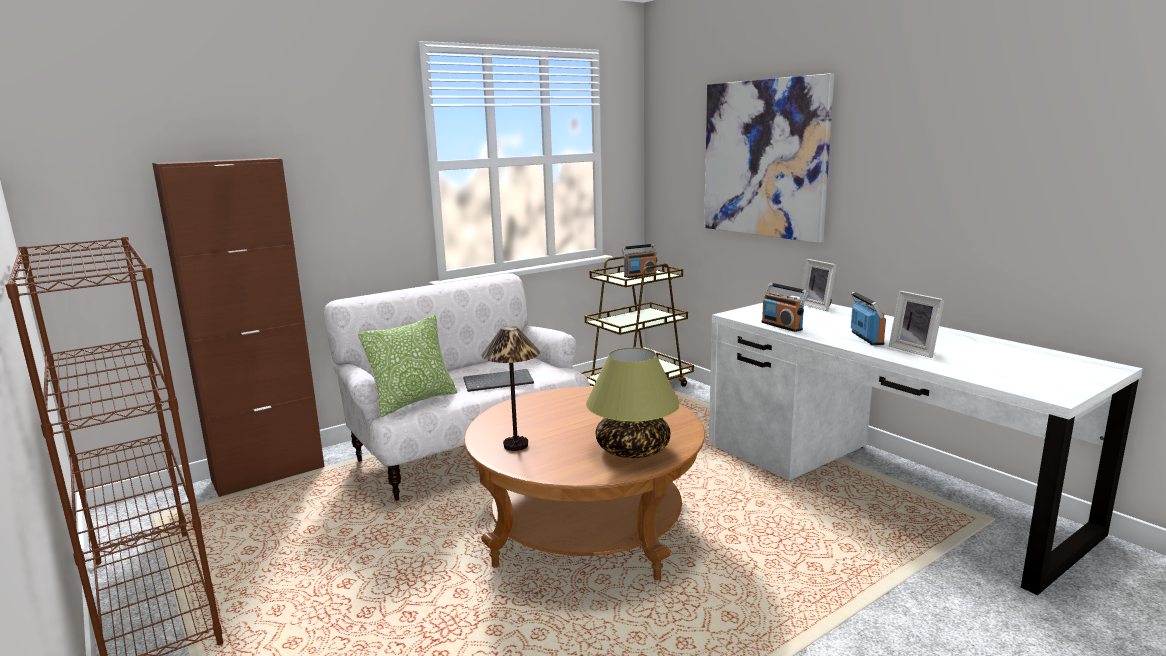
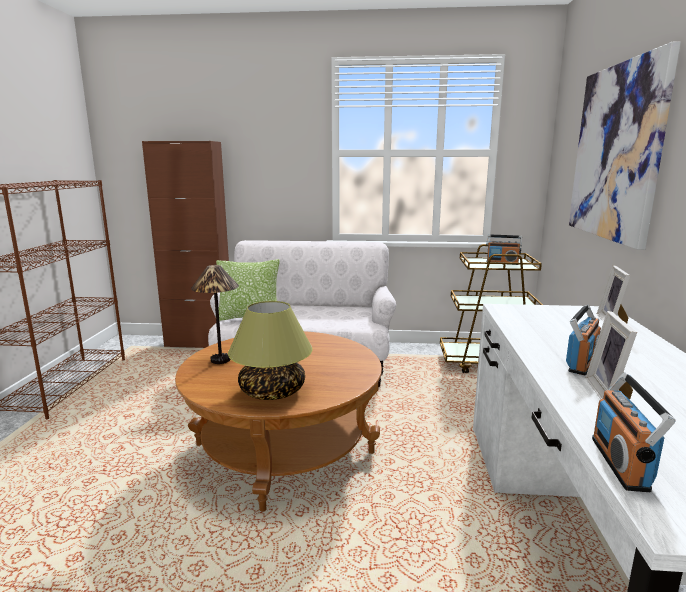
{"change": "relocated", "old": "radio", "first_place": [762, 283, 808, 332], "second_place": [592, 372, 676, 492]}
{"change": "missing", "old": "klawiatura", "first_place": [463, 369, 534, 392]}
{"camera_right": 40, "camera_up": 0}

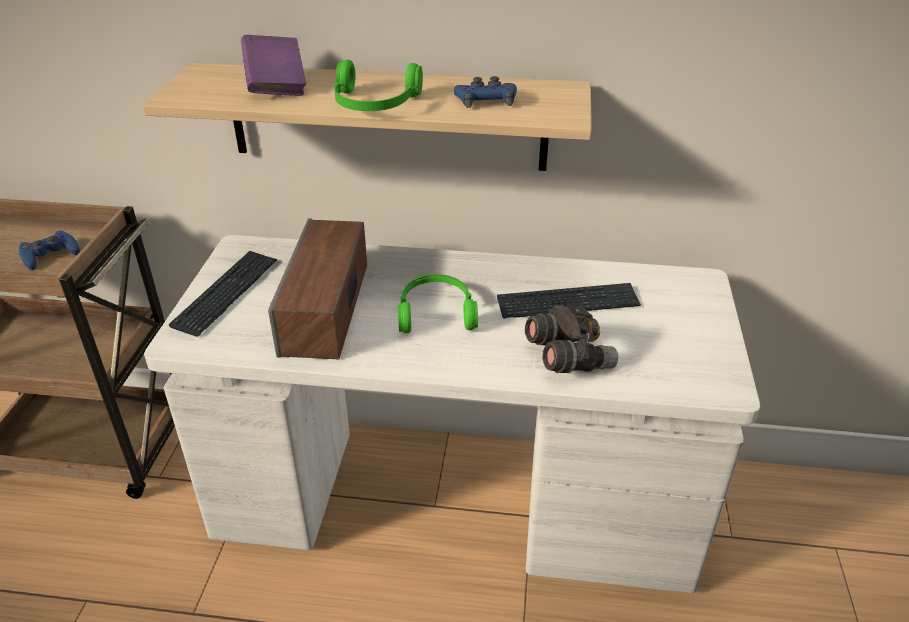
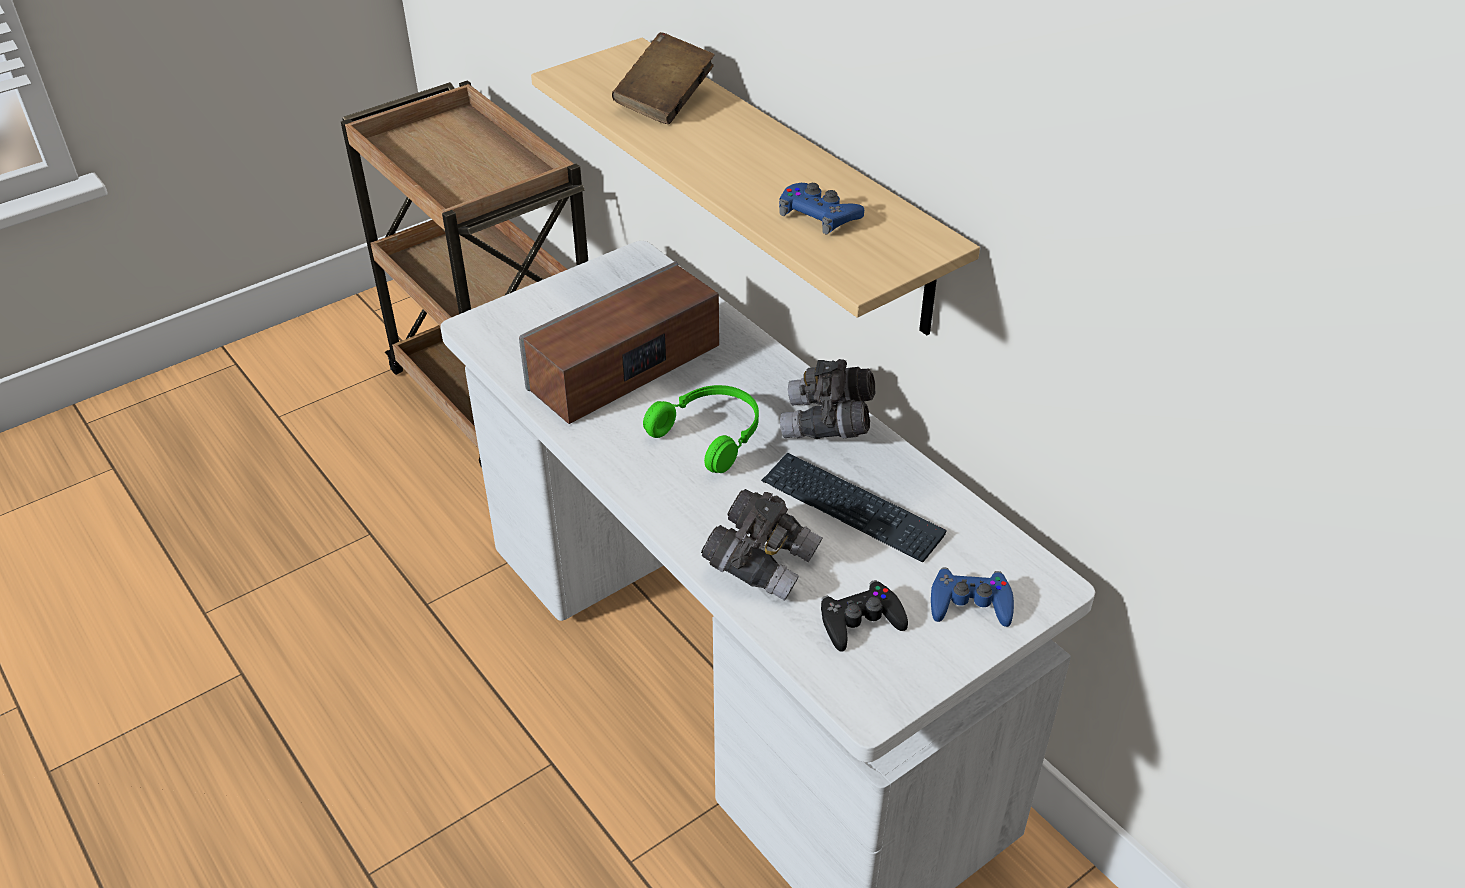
{"change": "colour", "old": "książka [fioletowy]", "new": "książka [brązowy]", "first_place": [241, 35, 306, 96], "second_place": [612, 32, 715, 124]}
{"change": "appeared", "new": "lornetka [szary]", "second_place": [780, 359, 875, 439]}
{"change": "appeared", "new": "pad do gier [czarny]", "second_place": [821, 580, 908, 652]}
{"change": "relocated", "old": "pad do gier [niebieski]", "first_place": [19, 231, 80, 270], "second_place": [931, 568, 1014, 627]}
{"change": "missing", "old": "klawiatura", "first_place": [169, 251, 277, 337]}
{"change": "missing", "old": "słuchawki [zielony]", "first_place": [334, 59, 423, 111]}
{"camera_right": 45, "camera_up": 5}

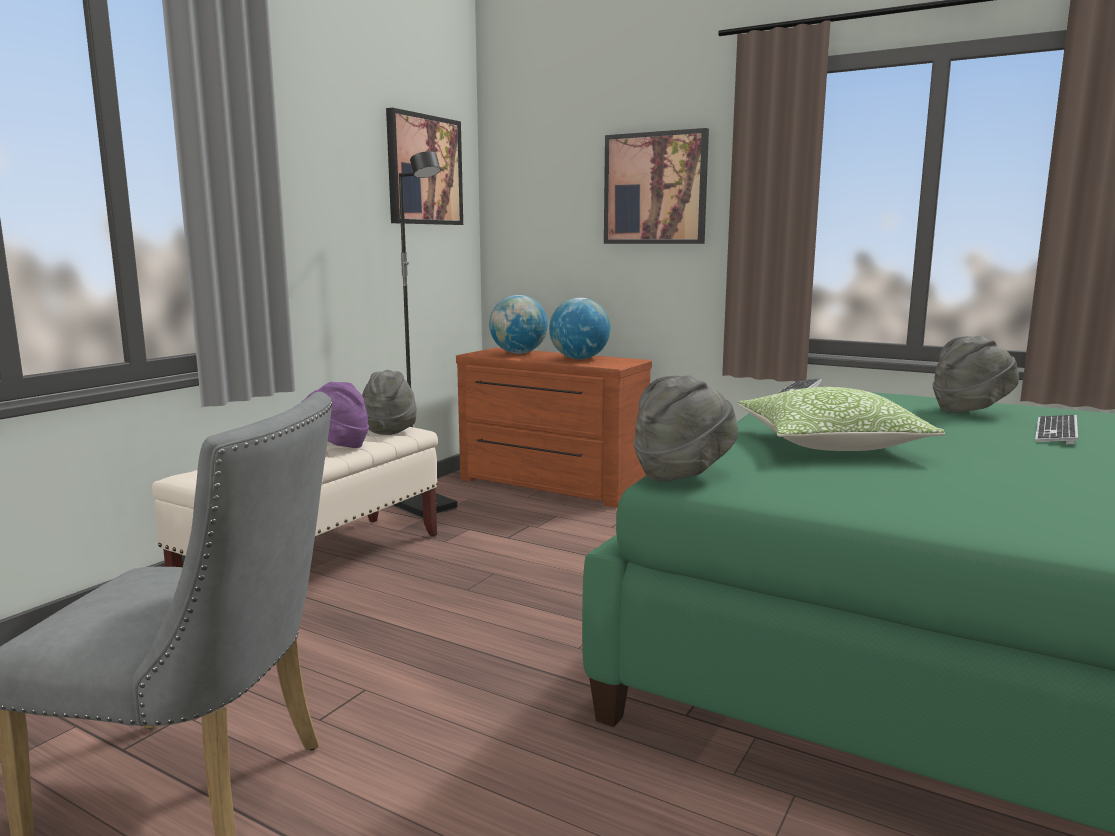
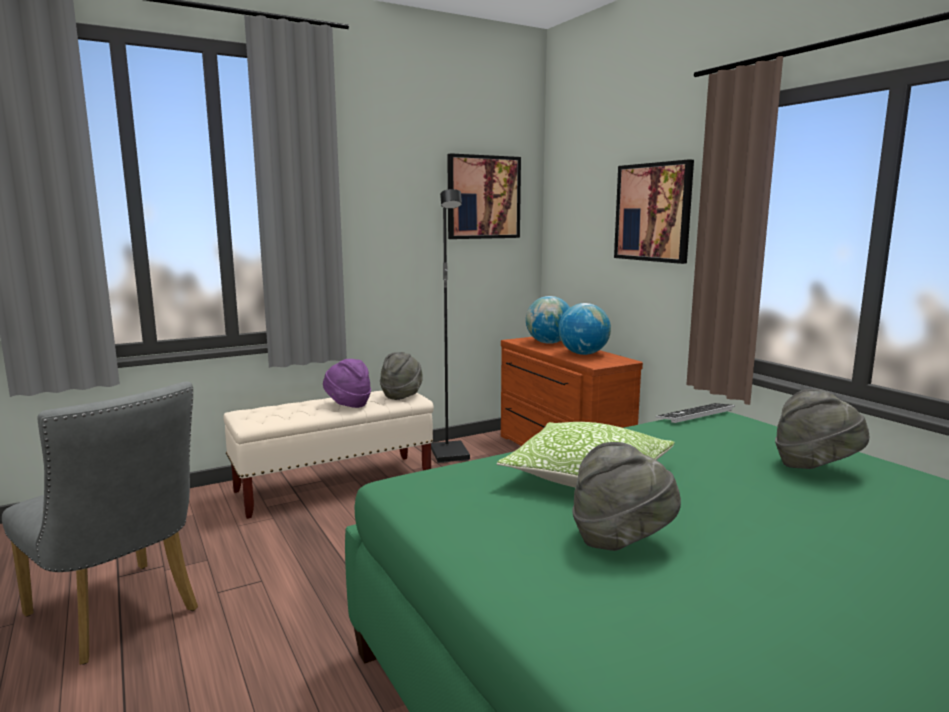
{"change": "relocated", "old": "kapelusz [szary]", "first_place": [634, 375, 738, 481], "second_place": [572, 442, 681, 551]}
{"change": "missing", "old": "klawiatura", "first_place": [1035, 415, 1078, 444]}
{"camera_right": 30, "camera_up": 0}

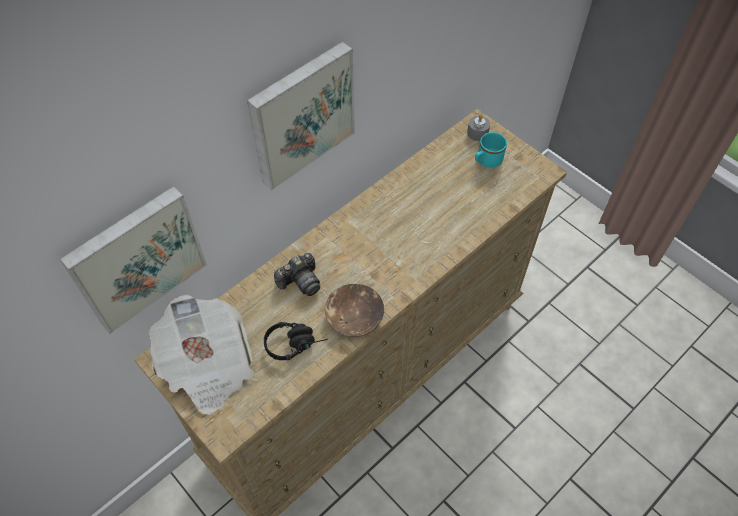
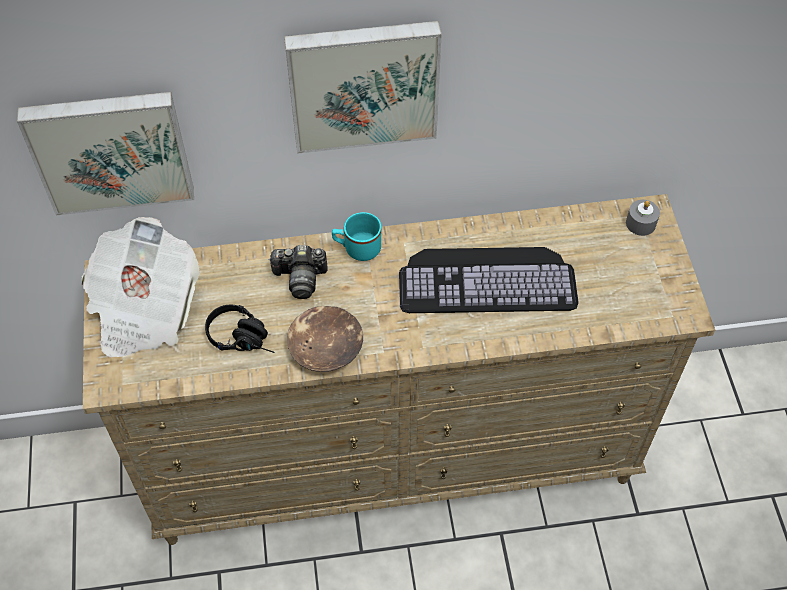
{"change": "relocated", "old": "kubek [turkusowy]", "first_place": [475, 132, 507, 168], "second_place": [332, 212, 382, 261]}
{"change": "appeared", "new": "klawiatura", "second_place": [399, 247, 579, 313]}
{"camera_right": 35, "camera_up": 0}

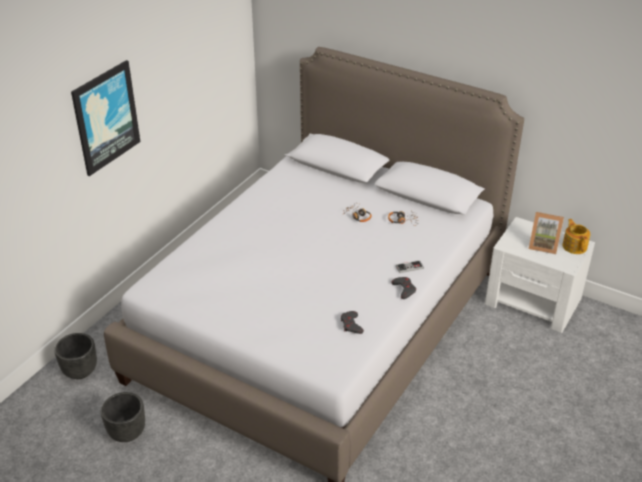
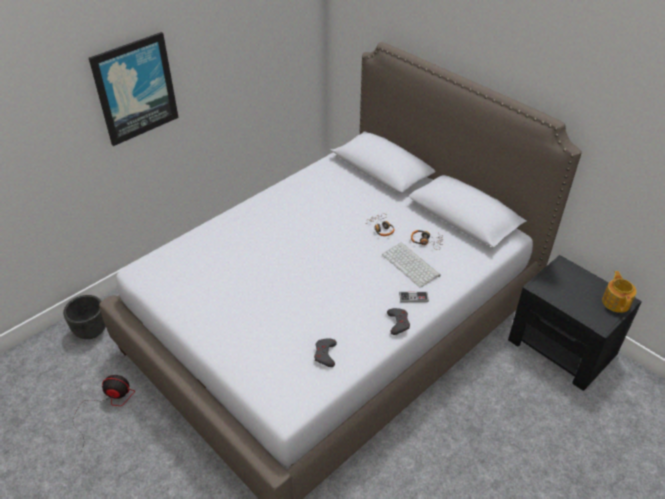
{"change": "exchanged", "old": "donica [czarny]", "new": "wentylator", "first_place": [101, 392, 145, 442], "second_place": [72, 375, 135, 451]}
{"change": "appeared", "new": "klawiatura", "second_place": [382, 242, 441, 288]}
{"change": "colour", "old": "szafka nocna [biały]", "new": "szafka nocna [czarny]", "first_place": [485, 217, 595, 333], "second_place": [508, 255, 642, 391]}
{"change": "missing", "old": "ramka na zdjęcie", "first_place": [529, 212, 564, 254]}
{"camera_right": 15, "camera_up": 5}

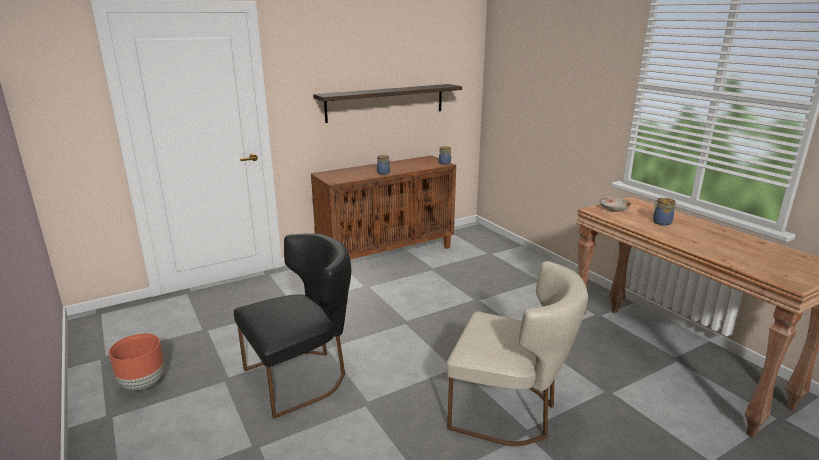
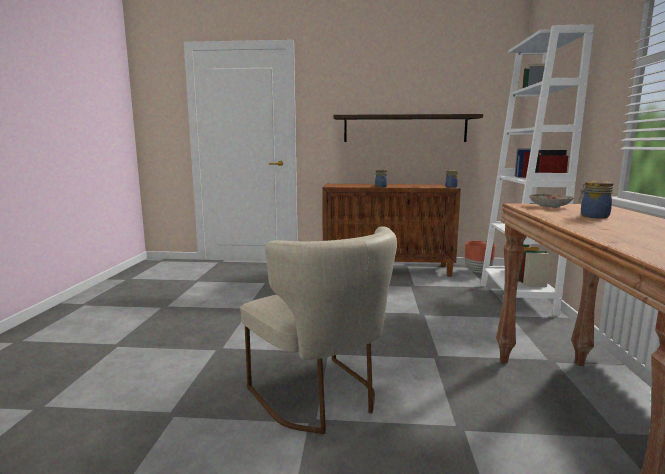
{"change": "relocated", "old": "donica [brązowy]", "first_place": [109, 334, 164, 391], "second_place": [465, 241, 495, 273]}
{"change": "appeared", "new": "regał [biały]", "second_place": [480, 24, 594, 316]}
{"change": "missing", "old": "krzesło [czarny]", "first_place": [234, 233, 351, 419]}
{"camera_right": 35, "camera_up": -10}

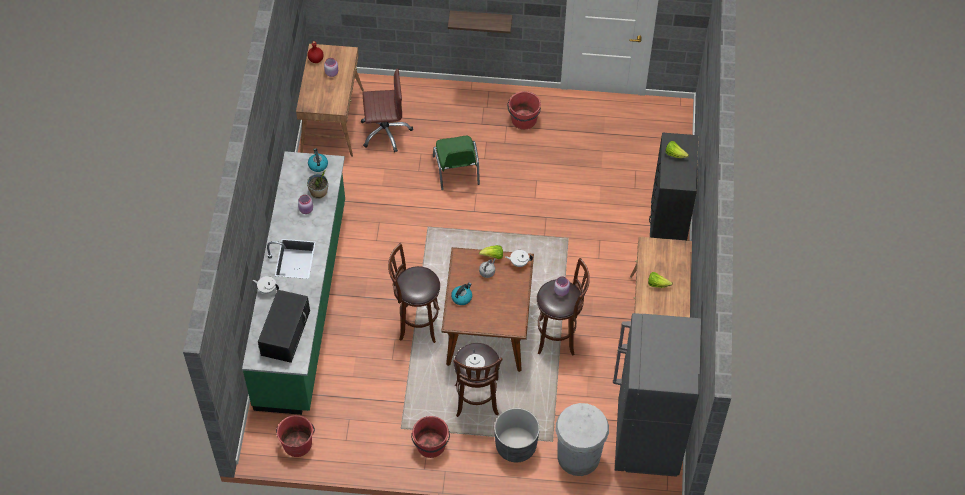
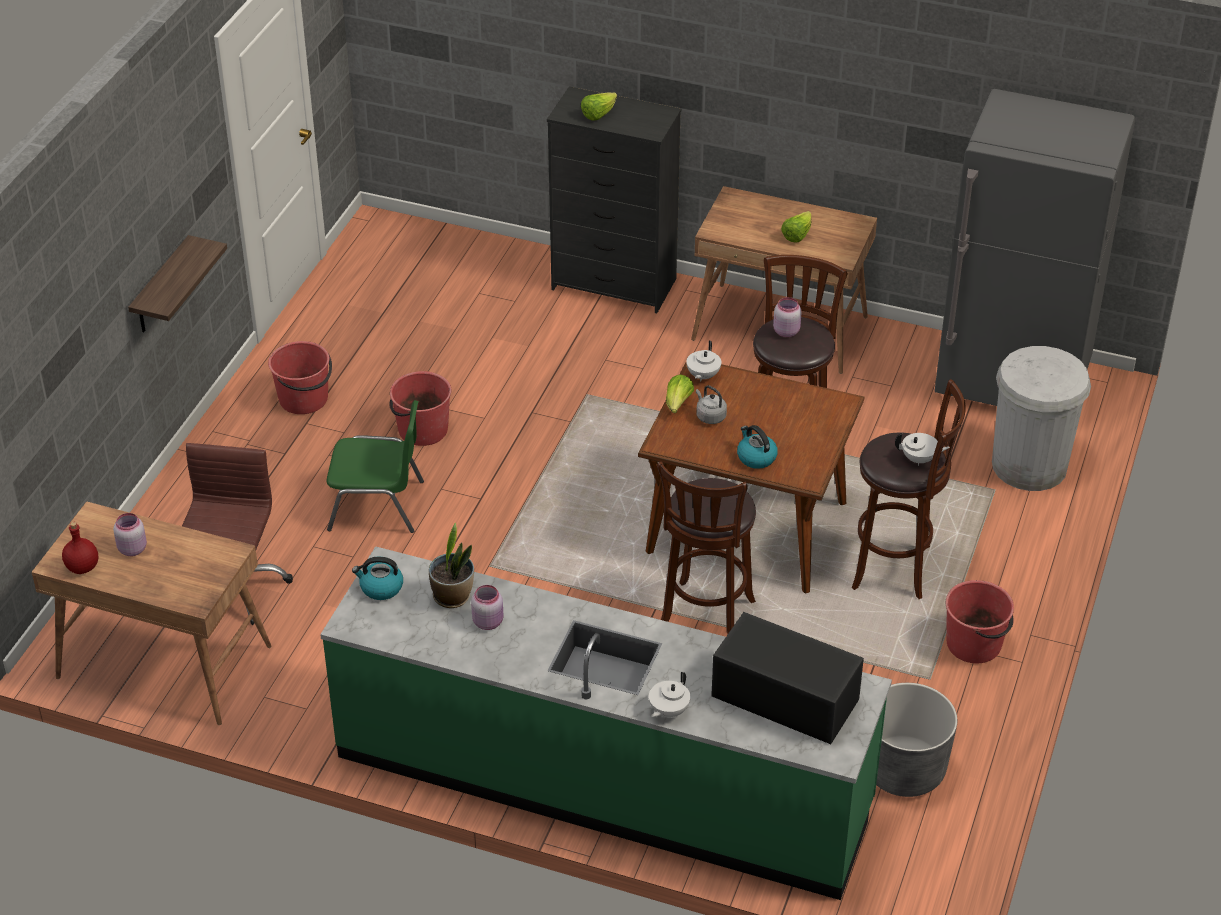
{"change": "relocated", "old": "wiadro [czerwony]", "first_place": [276, 415, 315, 457], "second_place": [389, 371, 451, 446]}
{"change": "relocated", "old": "donica [szary]", "first_place": [494, 408, 540, 462], "second_place": [876, 683, 957, 797]}
{"camera_right": -75, "camera_up": -15}

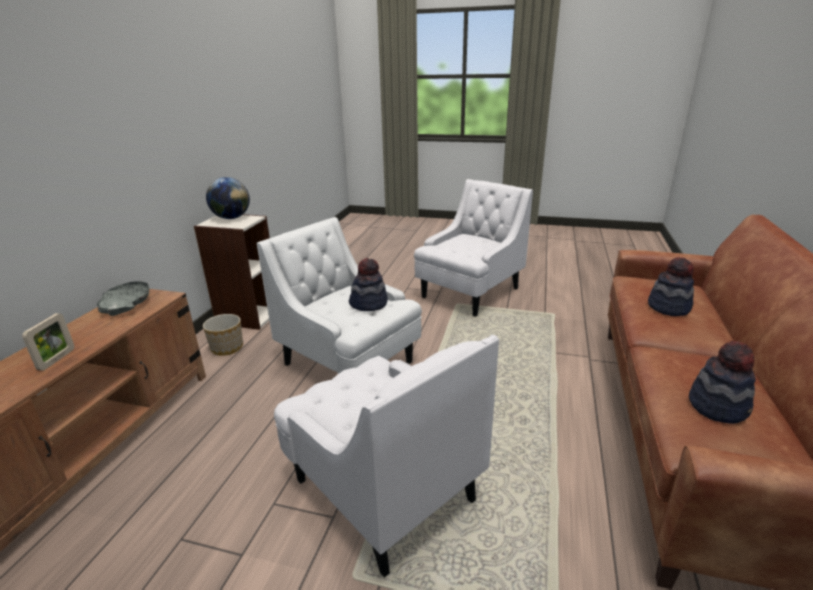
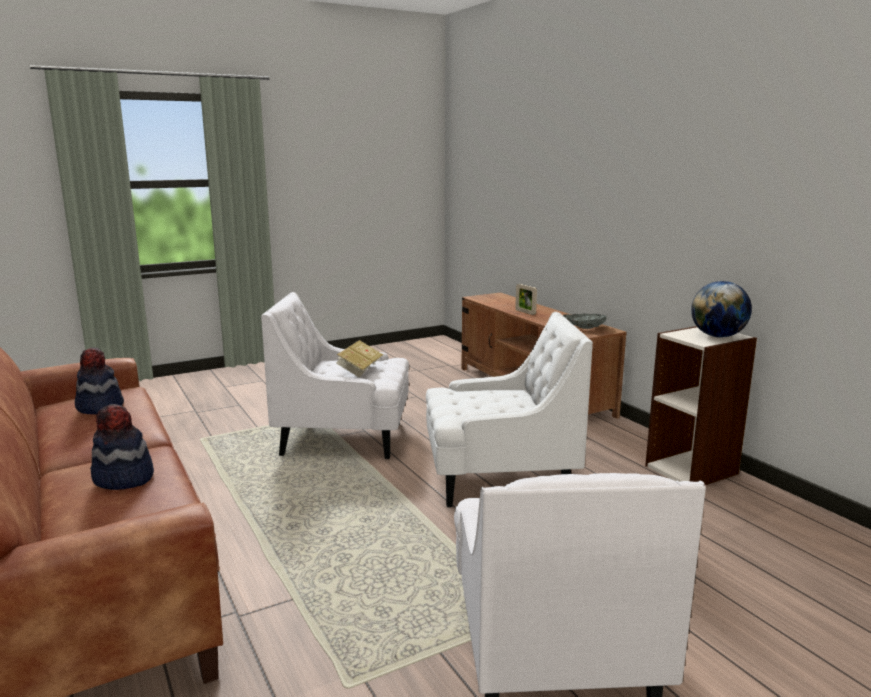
{"change": "appeared", "new": "książka", "second_place": [336, 340, 383, 377]}
{"change": "missing", "old": "donica", "first_place": [203, 314, 243, 356]}
{"change": "missing", "old": "kapelusz", "first_place": [349, 258, 388, 311]}
{"camera_right": 135, "camera_up": -10}

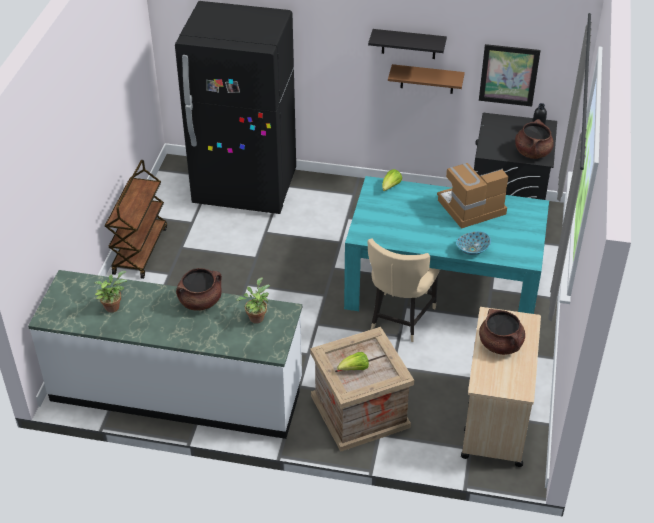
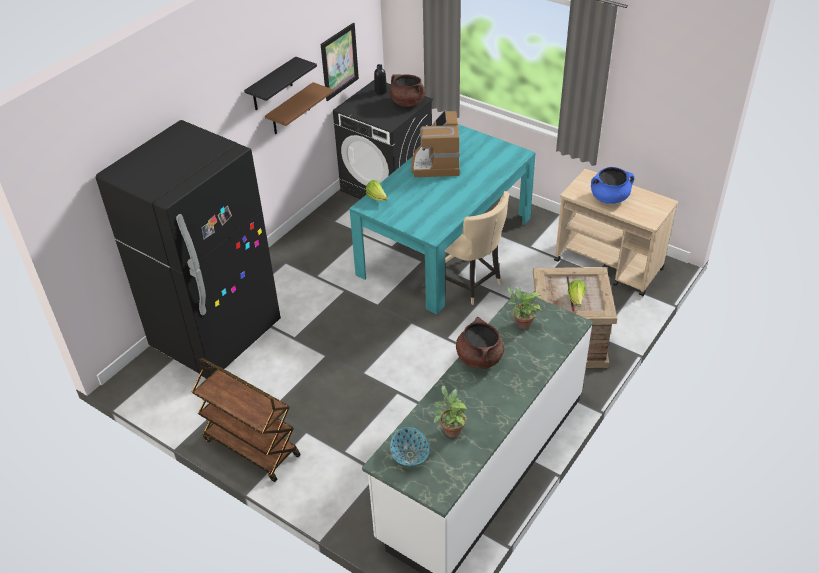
{"change": "relocated", "old": "miska", "first_place": [456, 231, 491, 255], "second_place": [390, 427, 430, 466]}
{"change": "colour", "old": "garnek [brązowy]", "new": "garnek [niebieski]", "first_place": [479, 309, 525, 355], "second_place": [591, 167, 634, 204]}
{"camera_right": -65, "camera_up": 0}

